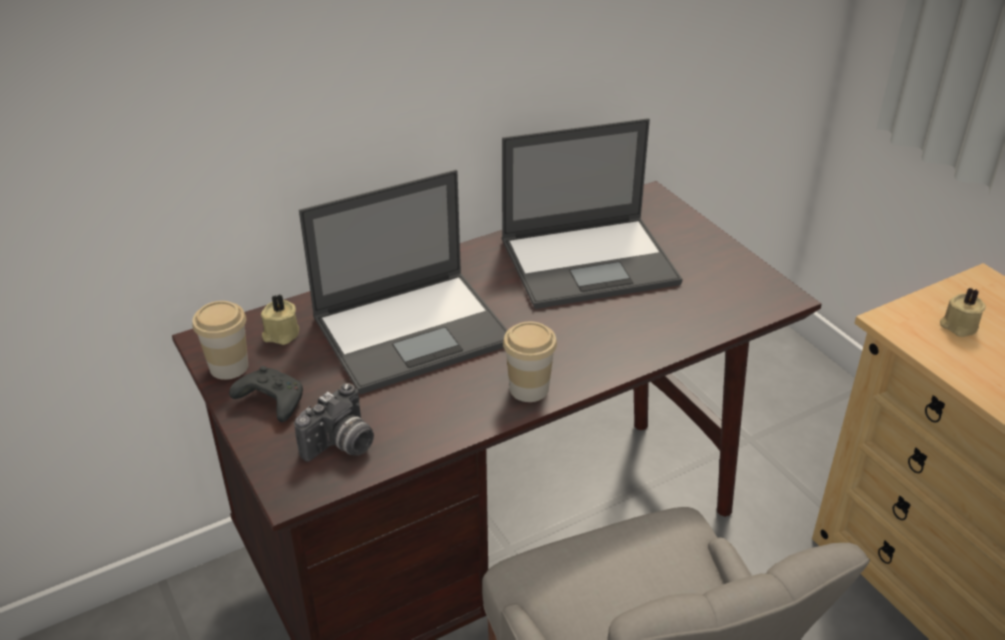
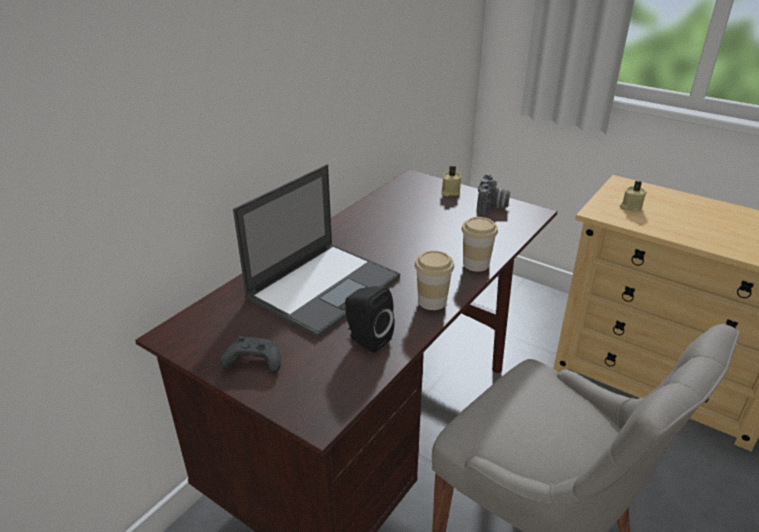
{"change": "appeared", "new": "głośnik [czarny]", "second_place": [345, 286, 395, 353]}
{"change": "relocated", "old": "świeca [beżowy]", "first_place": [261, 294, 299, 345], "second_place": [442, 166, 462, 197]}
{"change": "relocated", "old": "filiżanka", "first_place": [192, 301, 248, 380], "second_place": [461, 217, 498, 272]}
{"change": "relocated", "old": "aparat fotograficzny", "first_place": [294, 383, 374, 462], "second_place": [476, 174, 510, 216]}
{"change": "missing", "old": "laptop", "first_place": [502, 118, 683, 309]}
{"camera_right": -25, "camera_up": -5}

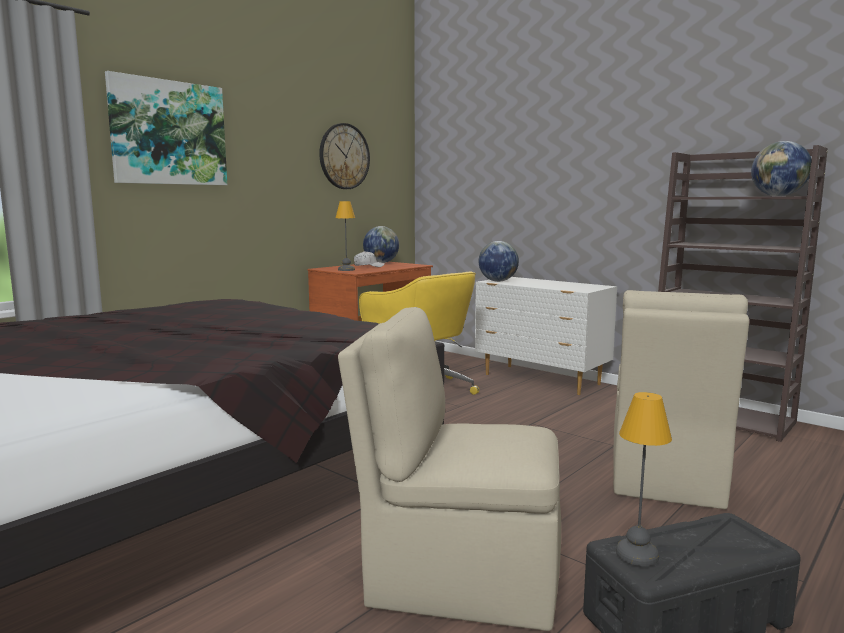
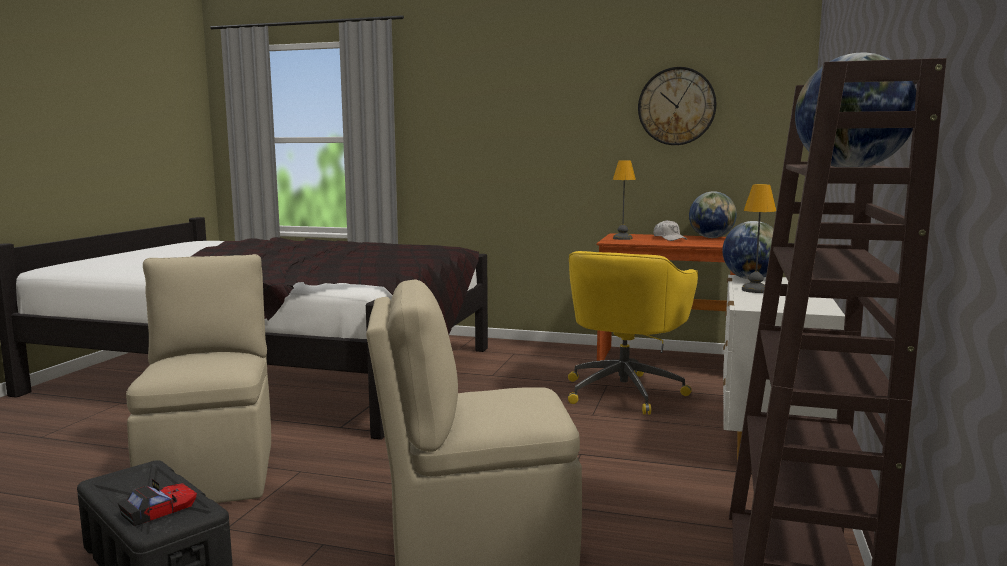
{"change": "appeared", "new": "samochodzik", "second_place": [118, 479, 197, 526]}
{"change": "relocated", "old": "lampa stołowa", "first_place": [616, 392, 672, 566], "second_place": [742, 184, 776, 293]}
{"change": "missing", "old": "obraz", "first_place": [105, 71, 227, 185]}
{"camera_right": 65, "camera_up": 0}

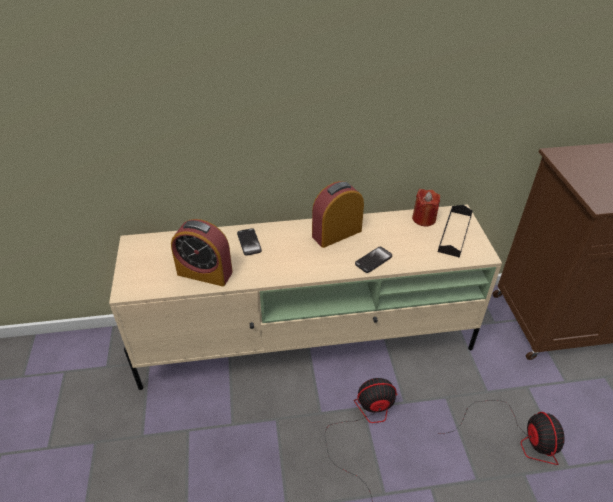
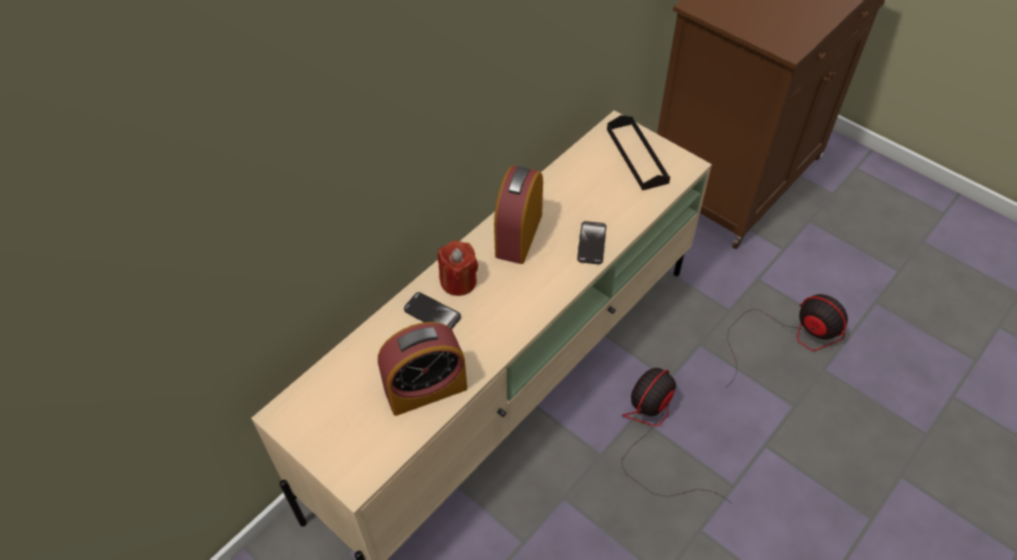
{"change": "relocated", "old": "świeca [czerwony]", "first_place": [412, 189, 440, 227], "second_place": [438, 240, 478, 296]}
{"camera_right": -40, "camera_up": 10}

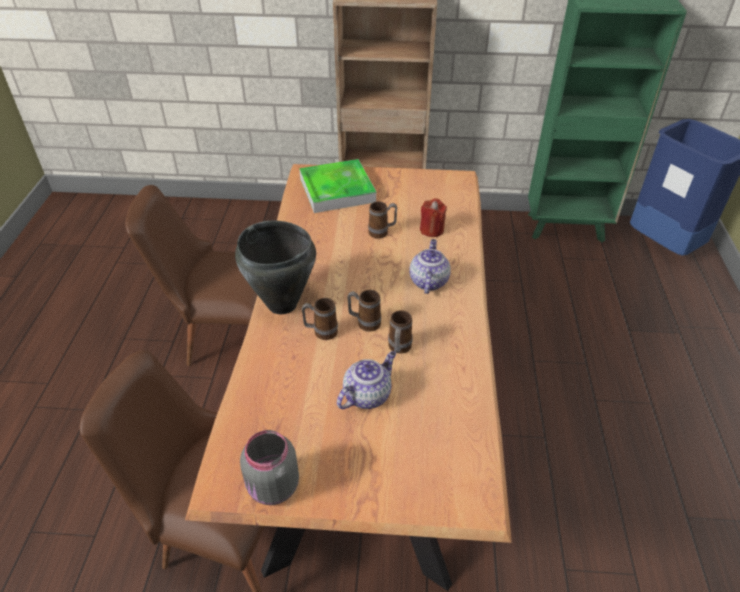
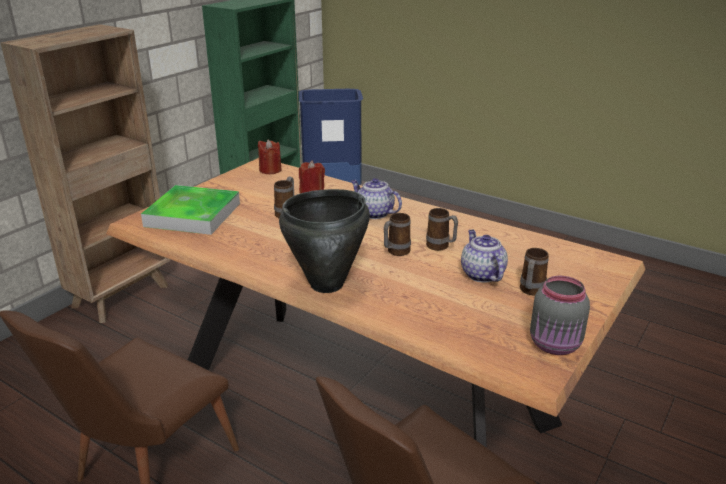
{"change": "appeared", "new": "świeca [czerwony]", "second_place": [258, 139, 281, 174]}
{"change": "relocated", "old": "kubek", "first_place": [302, 298, 338, 340], "second_place": [520, 248, 549, 295]}
{"camera_right": -60, "camera_up": -15}

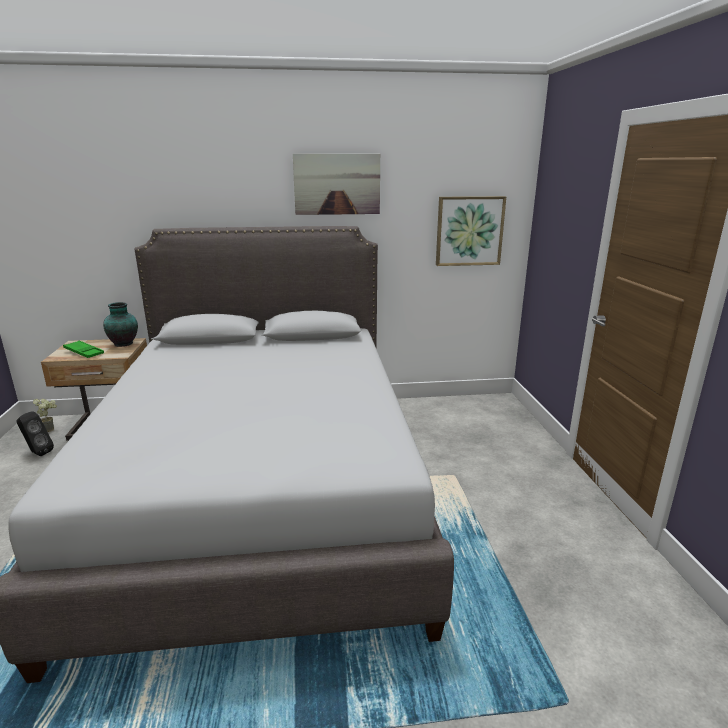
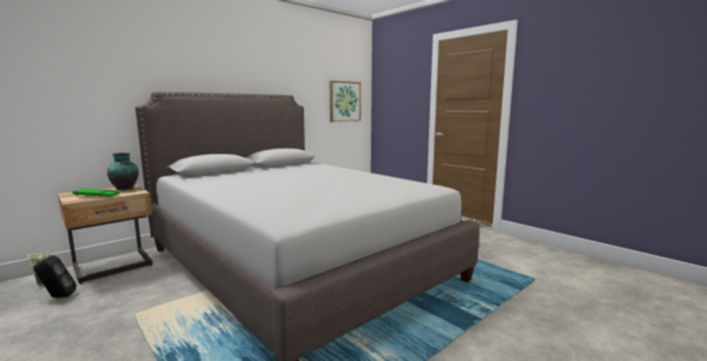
{"change": "missing", "old": "obraz", "first_place": [293, 154, 380, 215]}
{"camera_right": -35, "camera_up": -10}

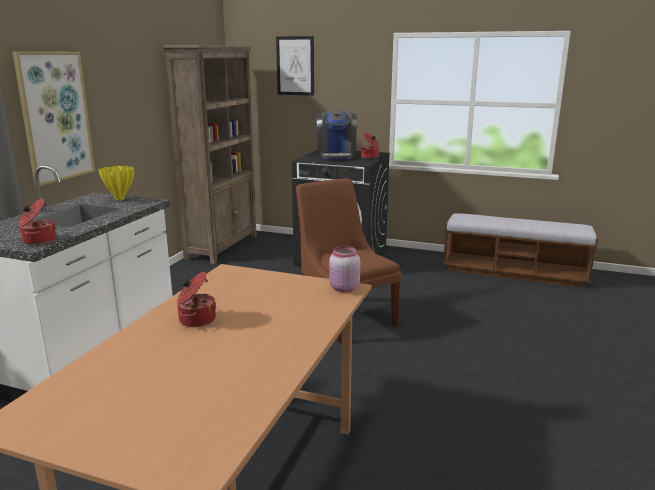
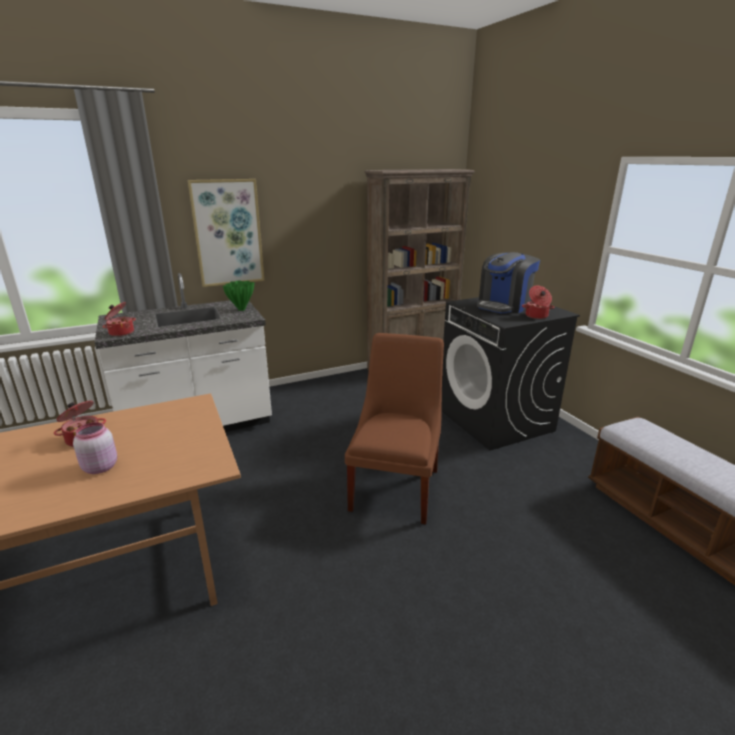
{"change": "relocated", "old": "słoik [różowy]", "first_place": [329, 246, 360, 292], "second_place": [73, 422, 117, 474]}
{"change": "colour", "old": "wazon [żółty]", "new": "wazon [zielony]", "first_place": [98, 166, 134, 200], "second_place": [223, 280, 254, 311]}
{"change": "missing", "old": "obraz", "first_place": [276, 36, 314, 96]}
{"camera_right": 45, "camera_up": 5}

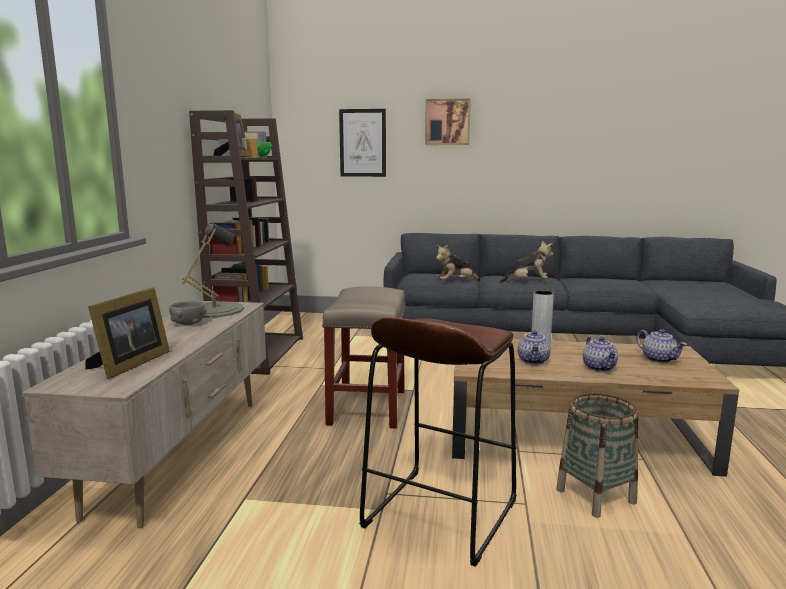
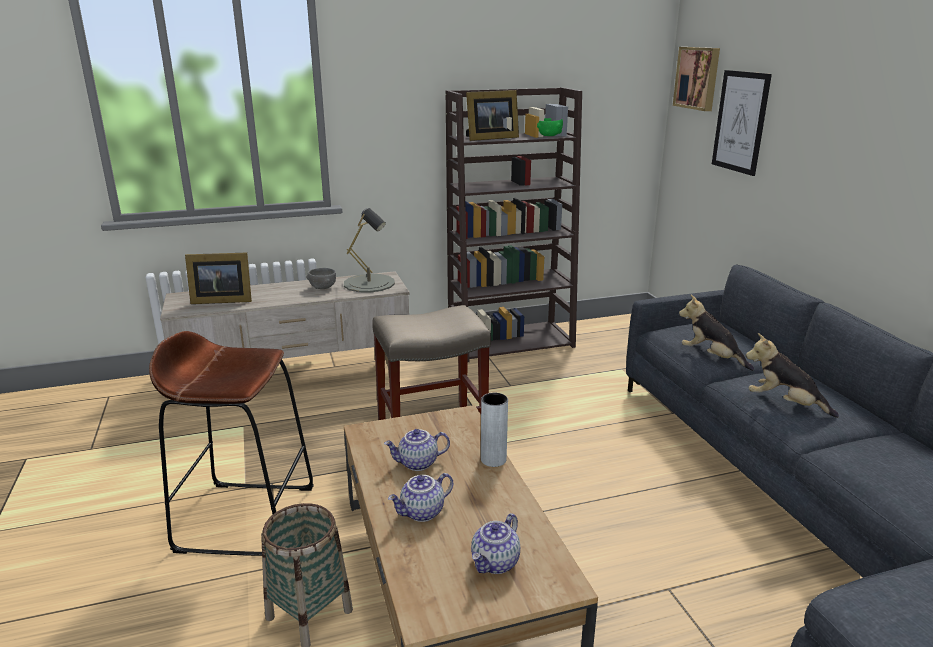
{"change": "relocated", "old": "obraz", "first_place": [425, 99, 471, 145], "second_place": [673, 47, 720, 111]}
{"change": "spun", "old": "pluszak", "first_place": [499, 241, 553, 283], "second_place": [746, 333, 839, 418], "degrees": 150}
{"camera_right": 65, "camera_up": 10}

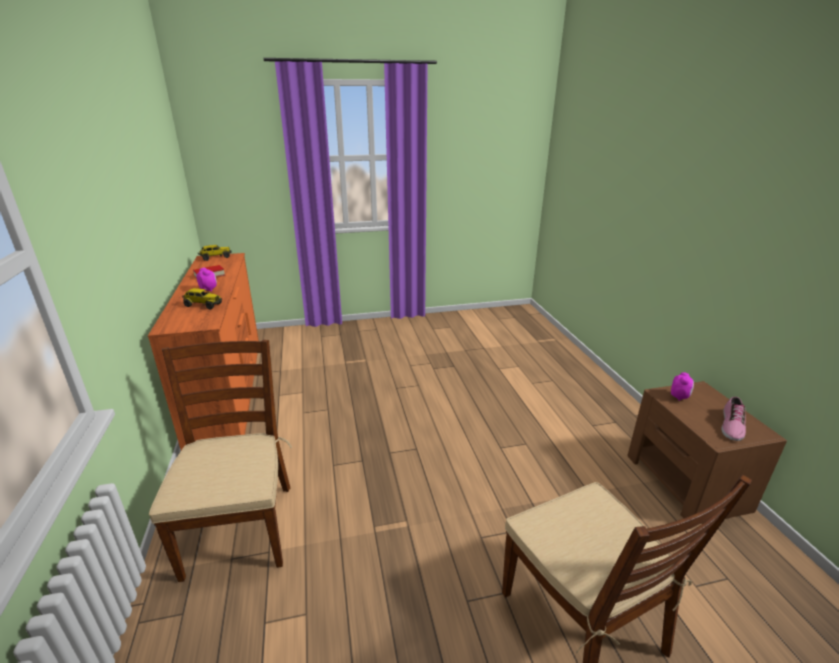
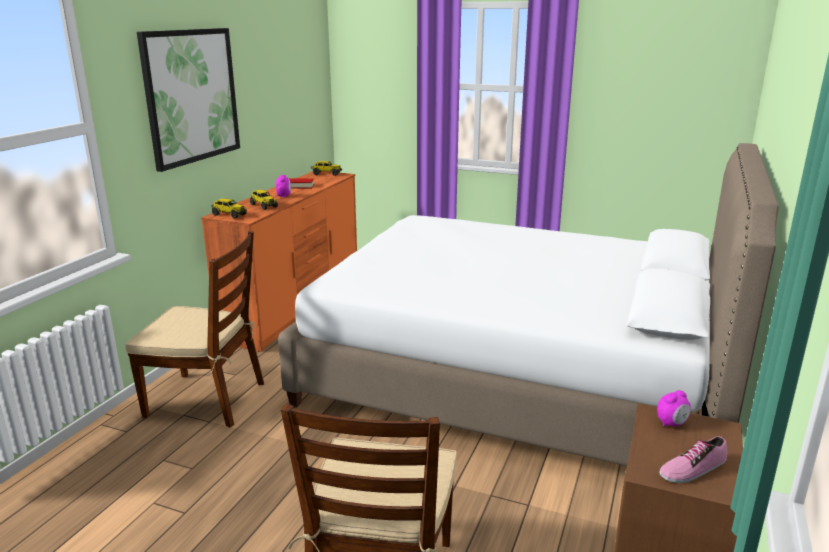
{"change": "spun", "old": "krzesło [brązowy]", "first_place": [149, 340, 292, 582], "second_place": [125, 231, 264, 427], "degrees": 75}
{"change": "appeared", "new": "obraz", "second_place": [137, 28, 240, 172]}
{"change": "appeared", "new": "ciężarówka zabawkowa", "second_place": [211, 199, 247, 219]}
{"change": "appeared", "new": "łóżko [biały]", "second_place": [278, 143, 779, 466]}
{"camera_right": 35, "camera_up": -5}

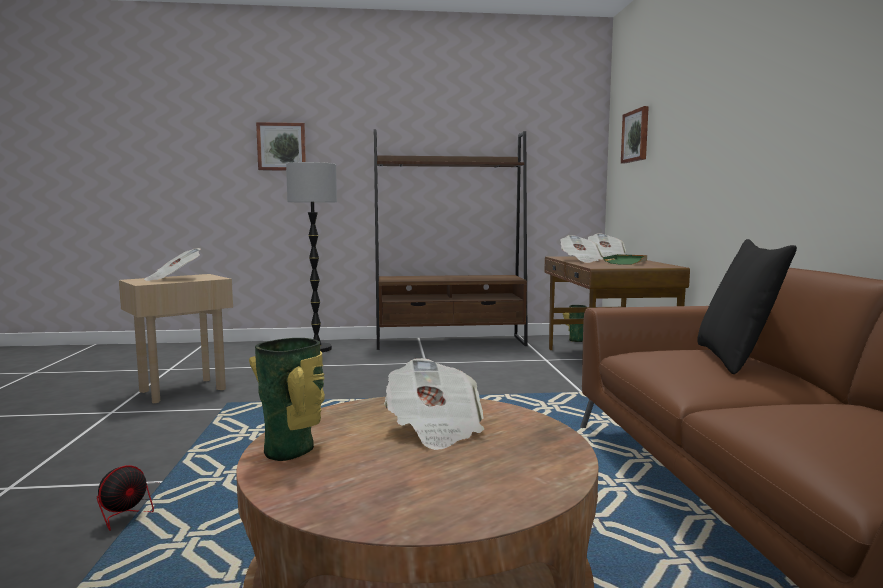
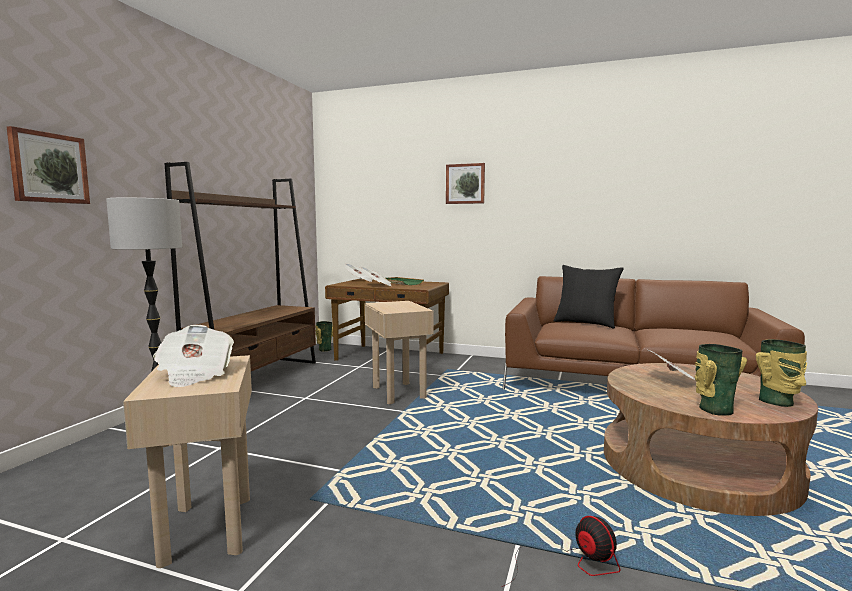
{"change": "appeared", "new": "stolik [beżowy]", "second_place": [365, 301, 434, 404]}
{"change": "relocated", "old": "obraz", "first_place": [621, 106, 649, 163], "second_place": [446, 163, 485, 204]}
{"change": "appeared", "new": "wazon", "second_place": [756, 339, 807, 407]}
{"camera_right": -65, "camera_up": 0}

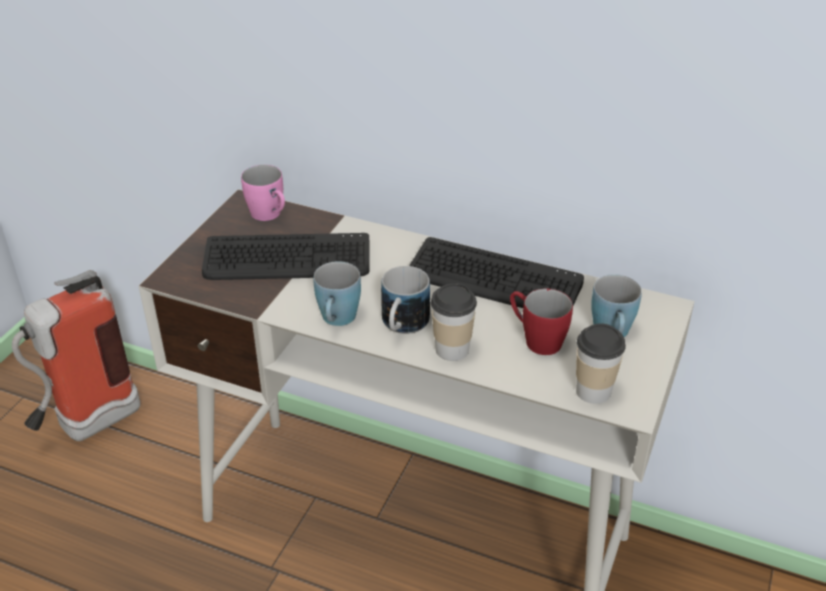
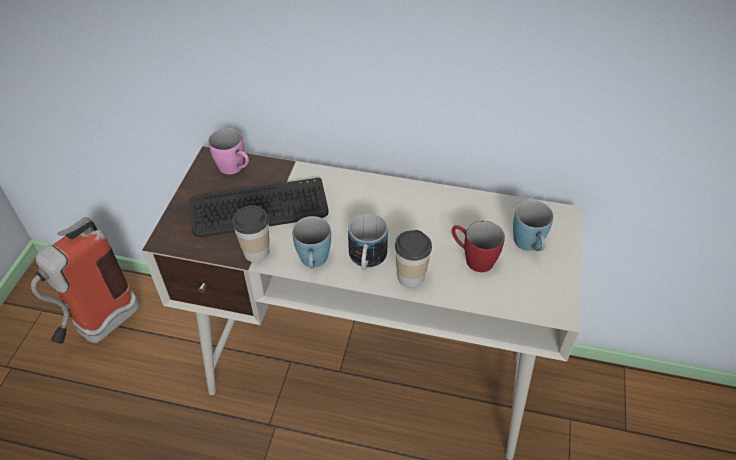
{"change": "relocated", "old": "filiżanka", "first_place": [576, 323, 626, 404], "second_place": [232, 205, 269, 262]}
{"change": "missing", "old": "klawiatura", "first_place": [409, 237, 584, 308]}
{"camera_right": -10, "camera_up": 10}

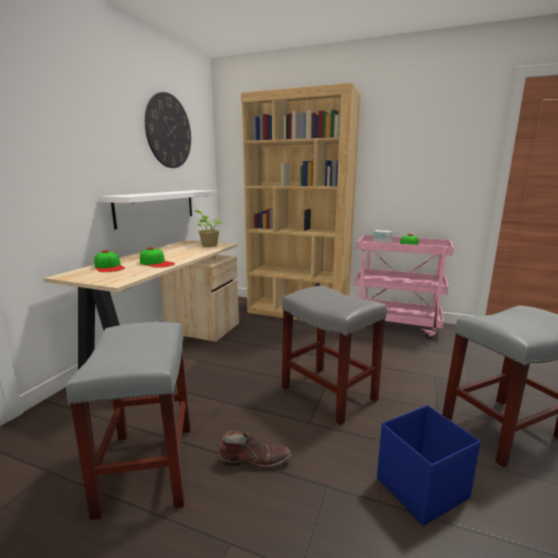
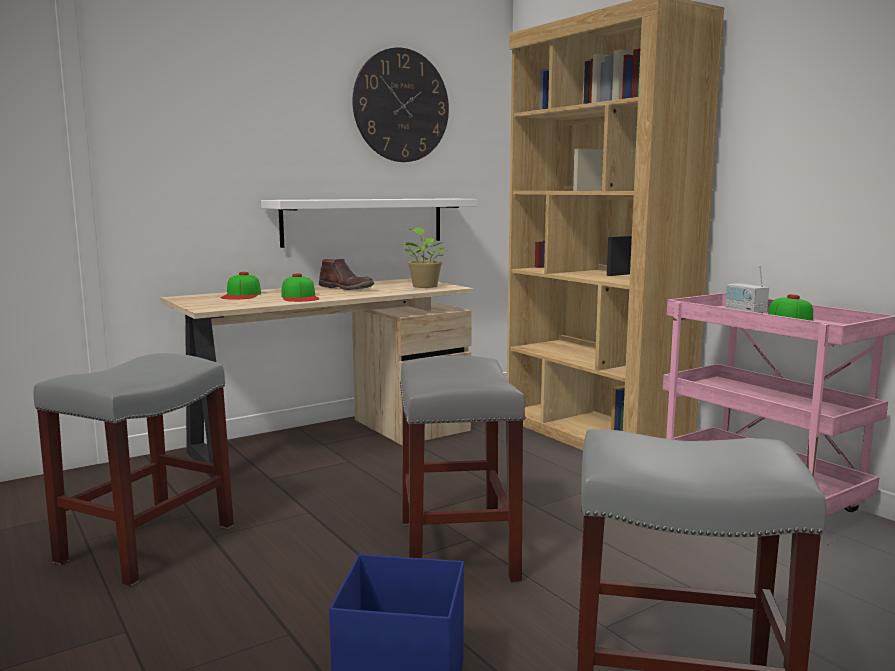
{"change": "relocated", "old": "but z cholewką [brązowy]", "first_place": [218, 431, 291, 469], "second_place": [319, 259, 374, 290]}
{"camera_right": 35, "camera_up": -5}

